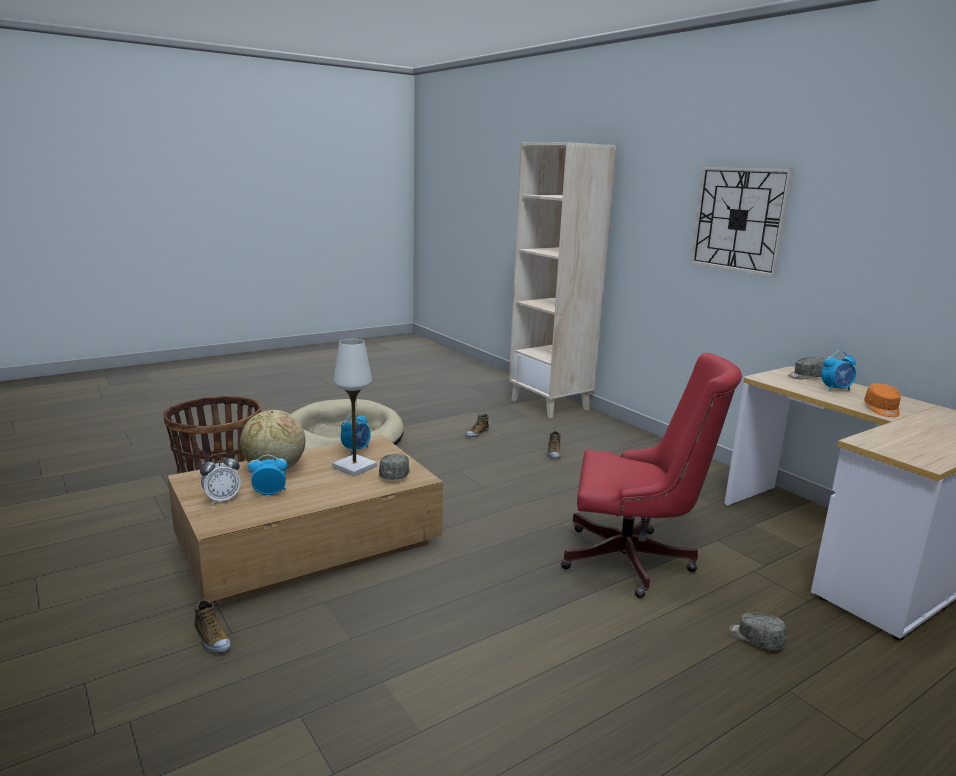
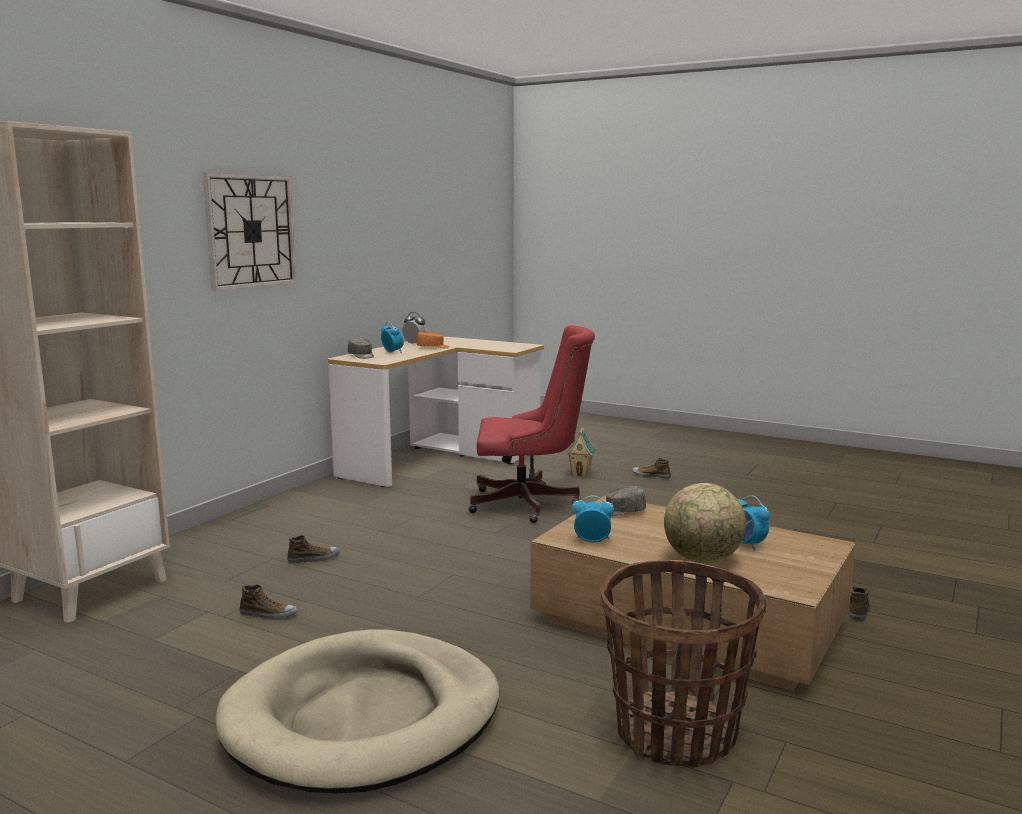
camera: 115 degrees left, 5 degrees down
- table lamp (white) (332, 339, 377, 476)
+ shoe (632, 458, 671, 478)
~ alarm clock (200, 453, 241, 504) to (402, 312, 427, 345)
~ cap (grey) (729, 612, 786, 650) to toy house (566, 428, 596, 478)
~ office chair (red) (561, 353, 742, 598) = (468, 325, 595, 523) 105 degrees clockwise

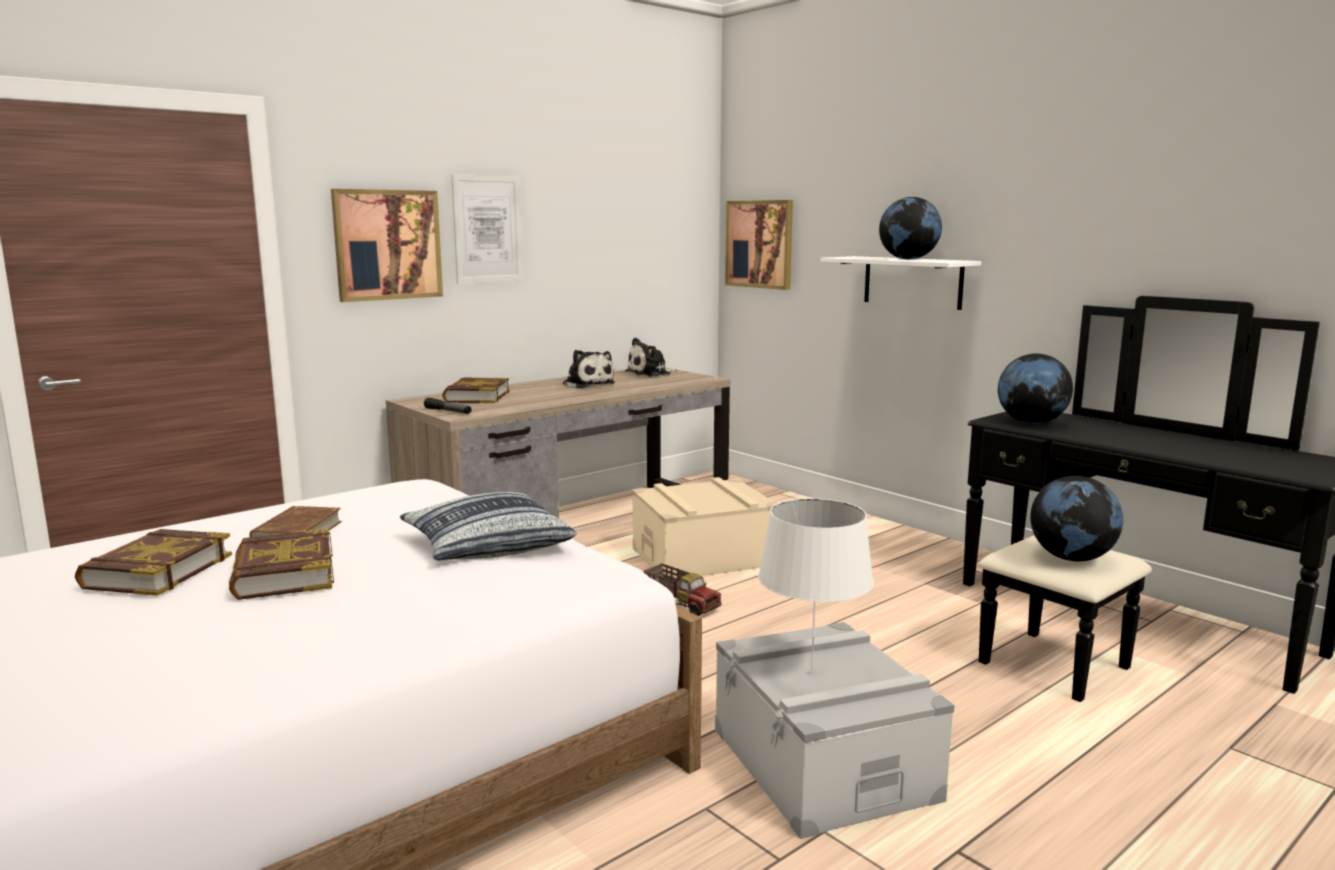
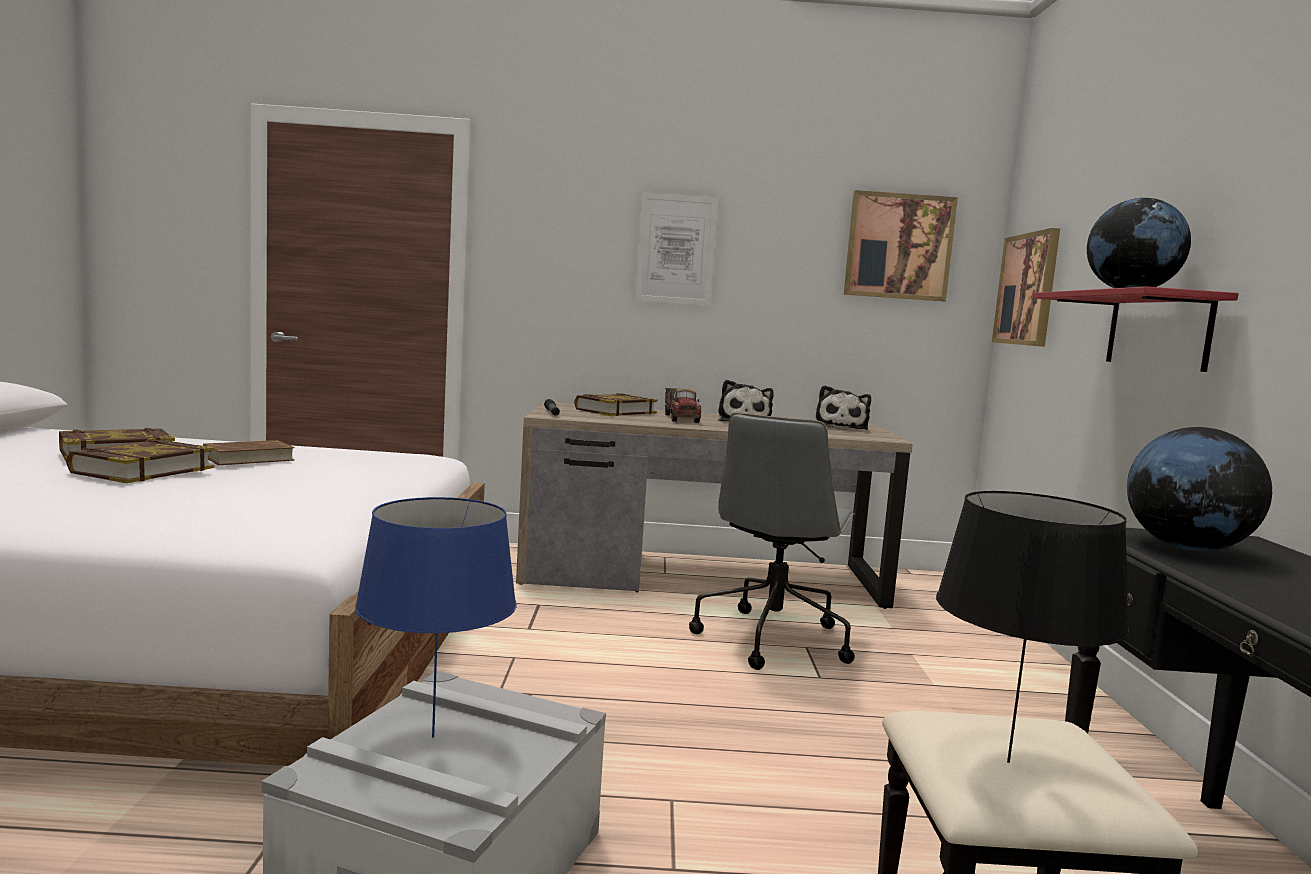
camera: 40 degrees right, 5 degrees down
- pillow (400, 492, 576, 560)
~ picture (331, 189, 443, 302) to (844, 190, 958, 302)
~ toy truck (644, 564, 721, 616) to (665, 388, 701, 423)
~ storage box (beige) (632, 477, 778, 578) to office chair (grey) (689, 413, 855, 670)
~ globe (1030, 476, 1123, 562) to table lamp (black) (936, 491, 1129, 763)
~ table lamp (white) (758, 498, 874, 674) to table lamp (blue) (355, 497, 516, 738)
~ shelf (white) (821, 256, 981, 310) to shelf (red) (1032, 287, 1238, 372)
~ plush toy (625, 338, 677, 377) = (816, 385, 871, 430) 90 degrees counterclockwise

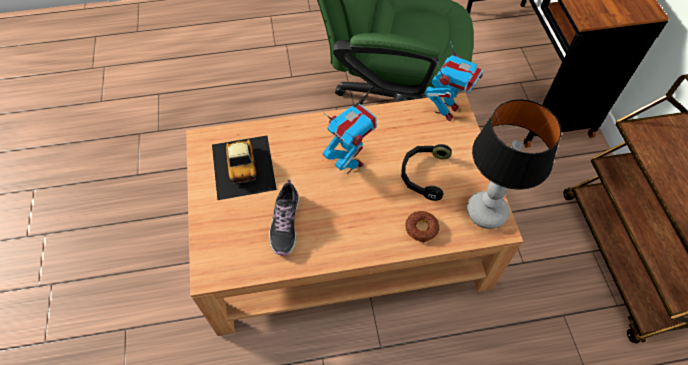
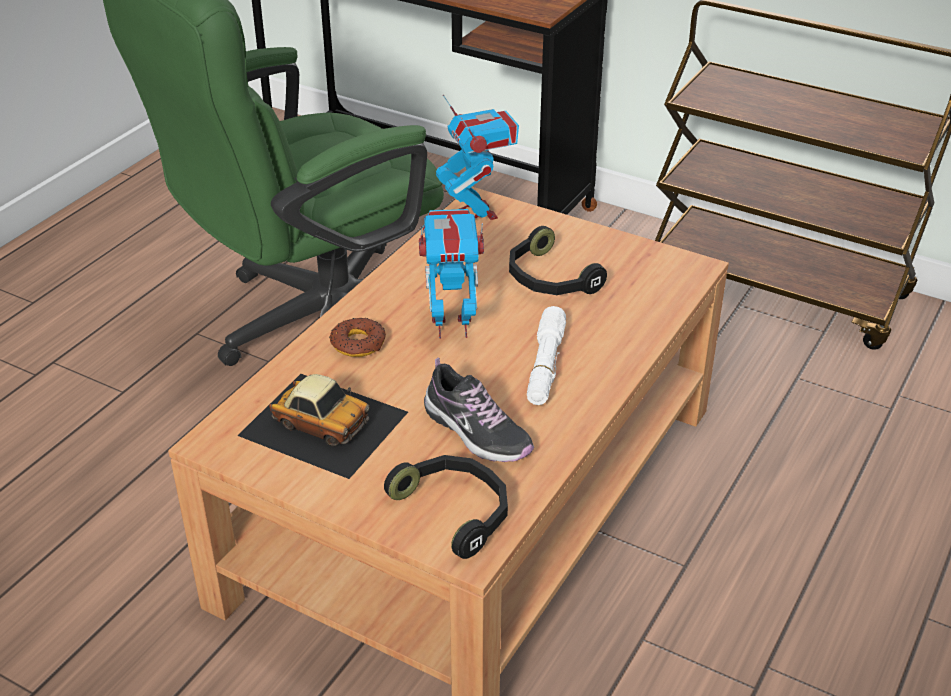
camera: 50 degrees left, 20 degrees down
- table lamp (467, 99, 561, 229)
+ headphones (black) (384, 455, 508, 559)
+ flashlight (white) (527, 306, 566, 405)
~ donut (405, 211, 439, 243) to (329, 318, 386, 357)

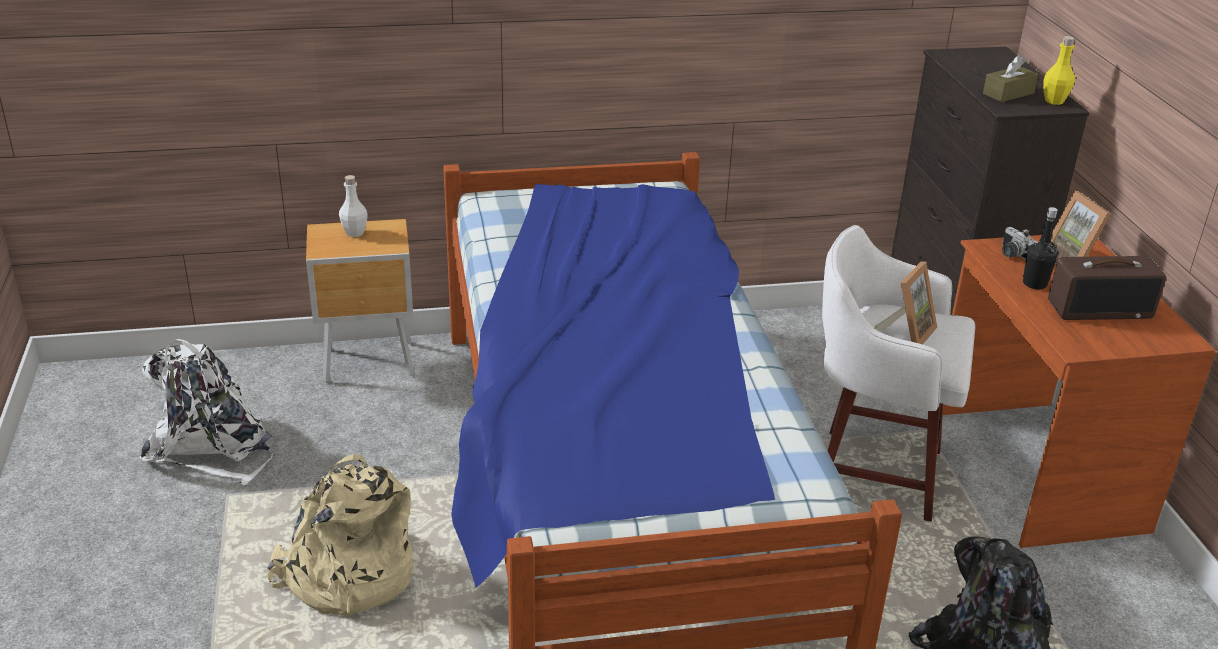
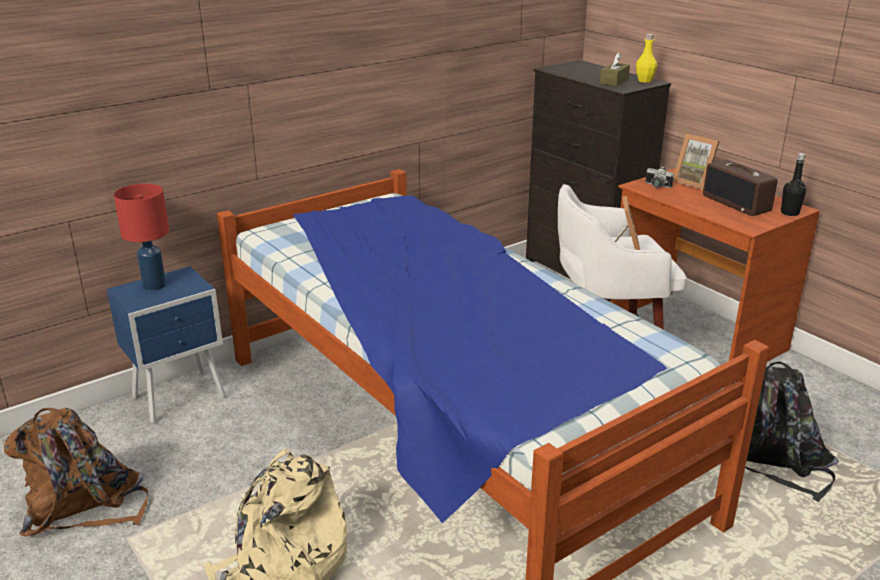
camera: 25 degrees left, 5 degrees down
~ bottle (black) (1023, 207, 1058, 289) to (781, 153, 806, 216)
~ bottle (white) (339, 175, 368, 237) to table lamp (red) (114, 184, 169, 291)
~ backpack (white) (139, 339, 273, 485) to backpack (brown) (4, 408, 148, 537)
~ nightstand (brown) (306, 219, 414, 383) to nightstand (blue) (107, 266, 226, 423)
~ radio (1048, 256, 1166, 320) = (703, 160, 778, 216) 90 degrees clockwise

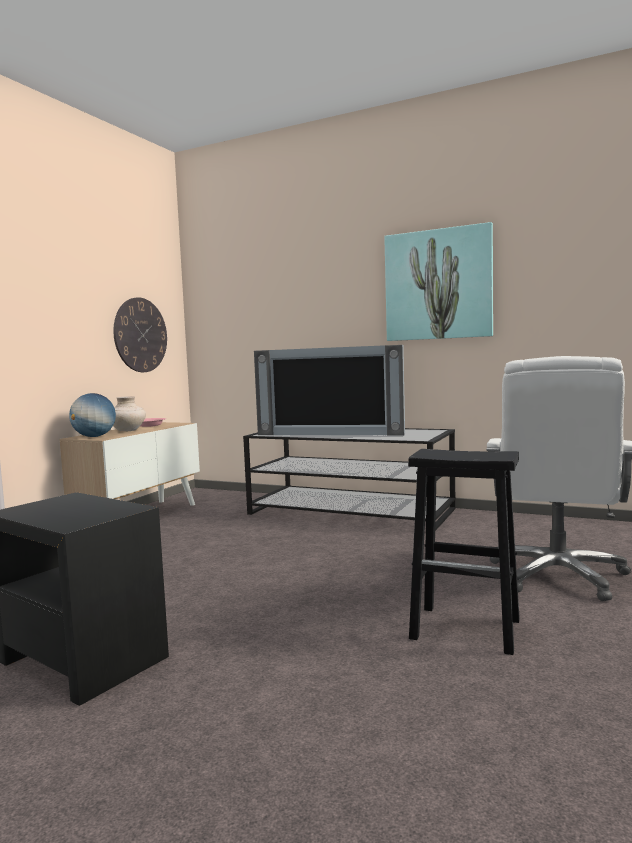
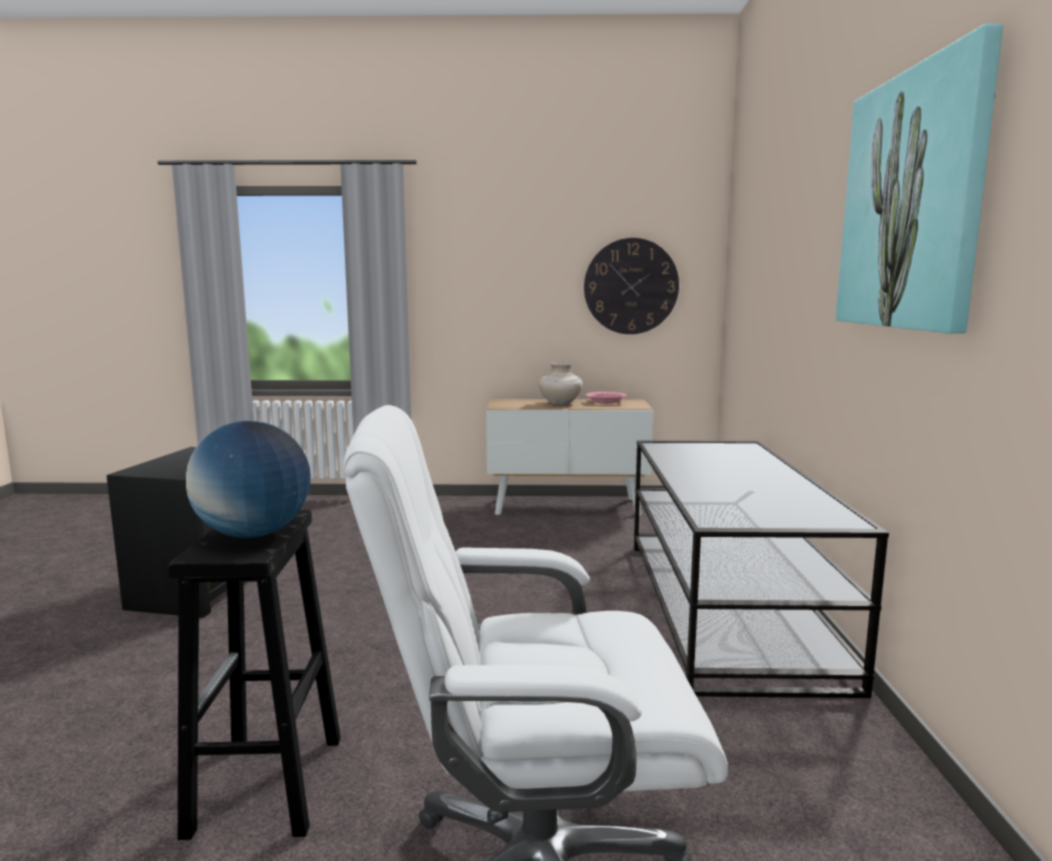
camera: 65 degrees right, 5 degrees up
- television (254, 345, 405, 436)
~ globe (69, 393, 116, 437) to (186, 420, 311, 538)

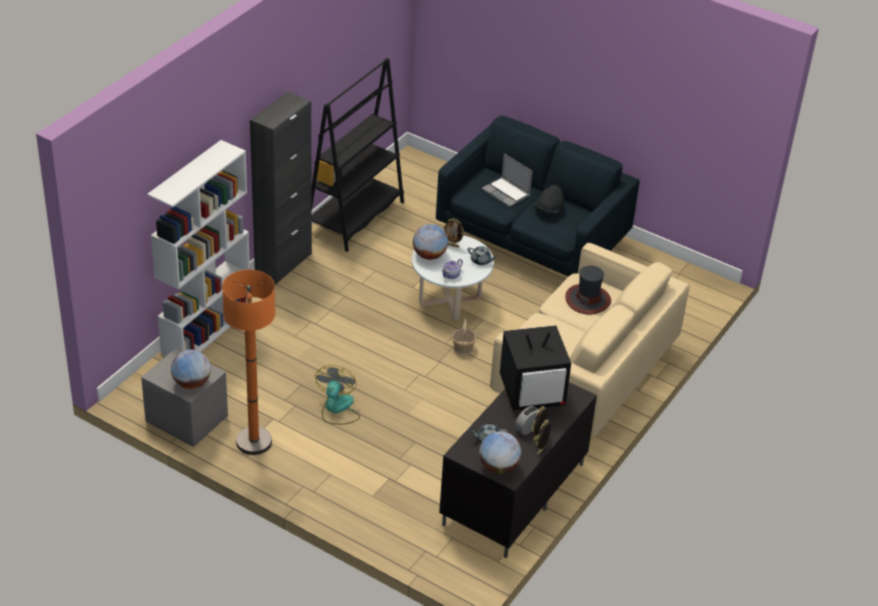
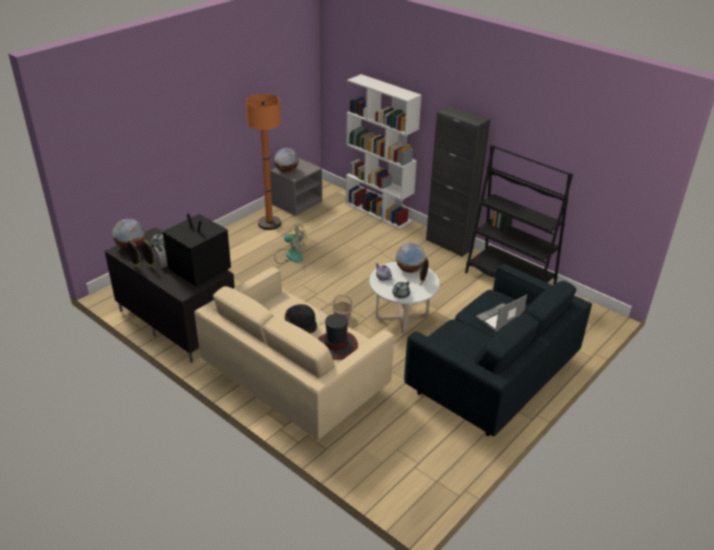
camera: 100 degrees right, 5 degrees down
~ hat (black) (534, 185, 564, 215) to (285, 304, 317, 333)
~ television (500, 325, 571, 411) = (162, 213, 231, 287) 135 degrees clockwise

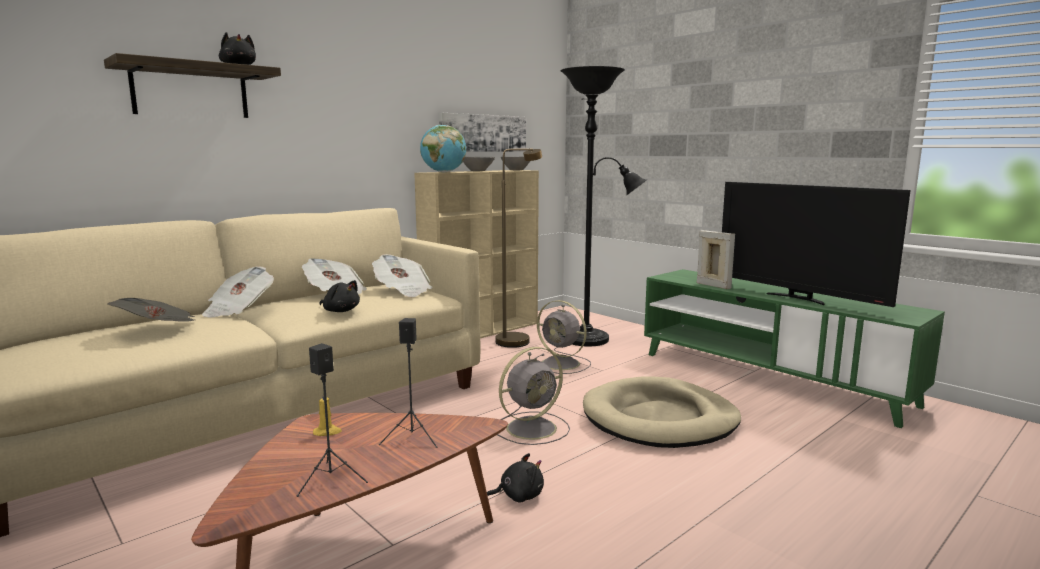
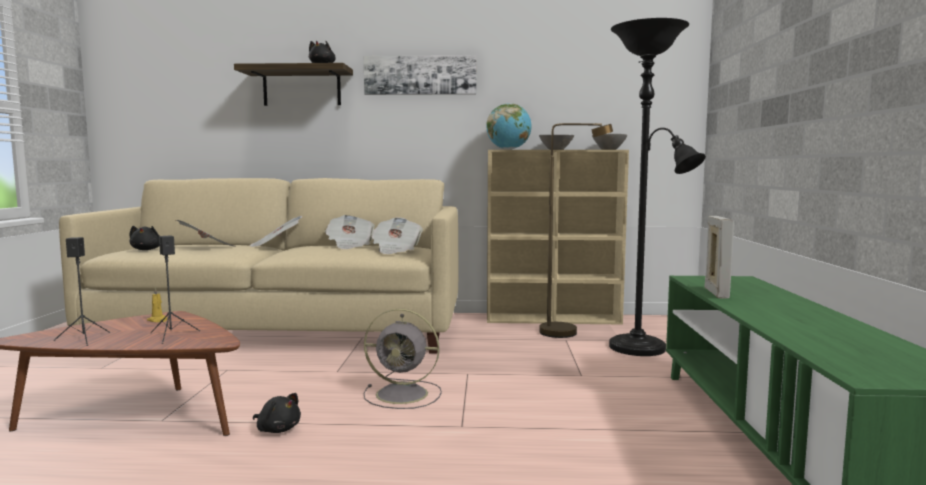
camera: 45 degrees right, 5 degrees down
- fan (grey) (534, 300, 591, 374)
- dog bed (beige) (583, 376, 741, 448)
- television (722, 182, 911, 307)
~ plush toy (black) (320, 280, 360, 312) to (129, 226, 160, 250)
~ picture (439, 113, 526, 152) to (364, 55, 476, 95)

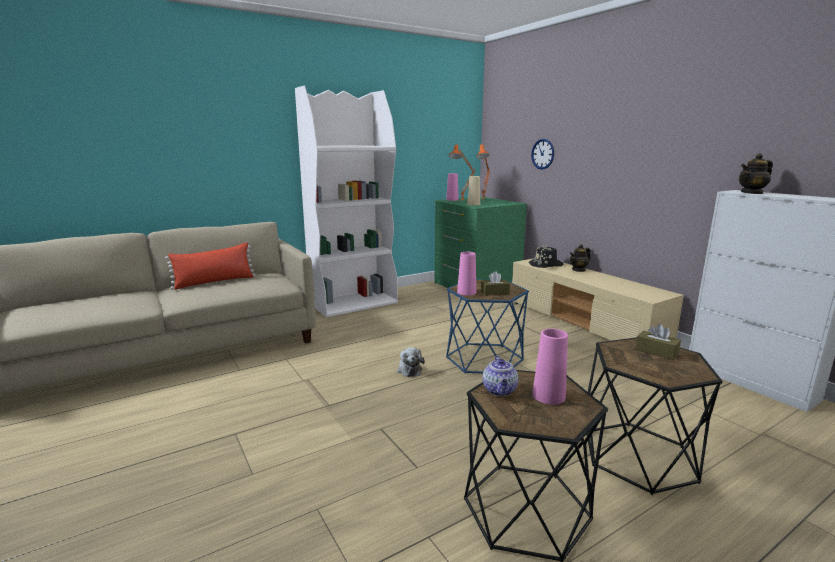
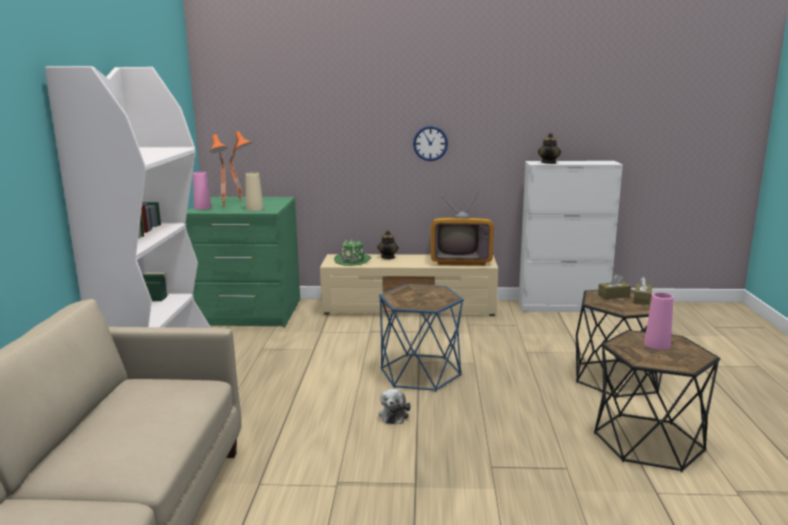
camera: 55 degrees left, 0 degrees up
- pillow (red) (165, 243, 256, 290)
- vase (pink) (457, 252, 476, 295)
- teapot (483, 355, 519, 396)
+ television (431, 193, 494, 266)
~ tissue box (brown) (481, 271, 510, 296) to (633, 277, 652, 305)
~ wall clock (531, 139, 554, 170) to (413, 126, 448, 161)
~ hat (black) (529, 246, 564, 268) to hat (green) (334, 239, 371, 266)
~ plush toy (397, 347, 425, 377) = (379, 389, 411, 424) 75 degrees clockwise

